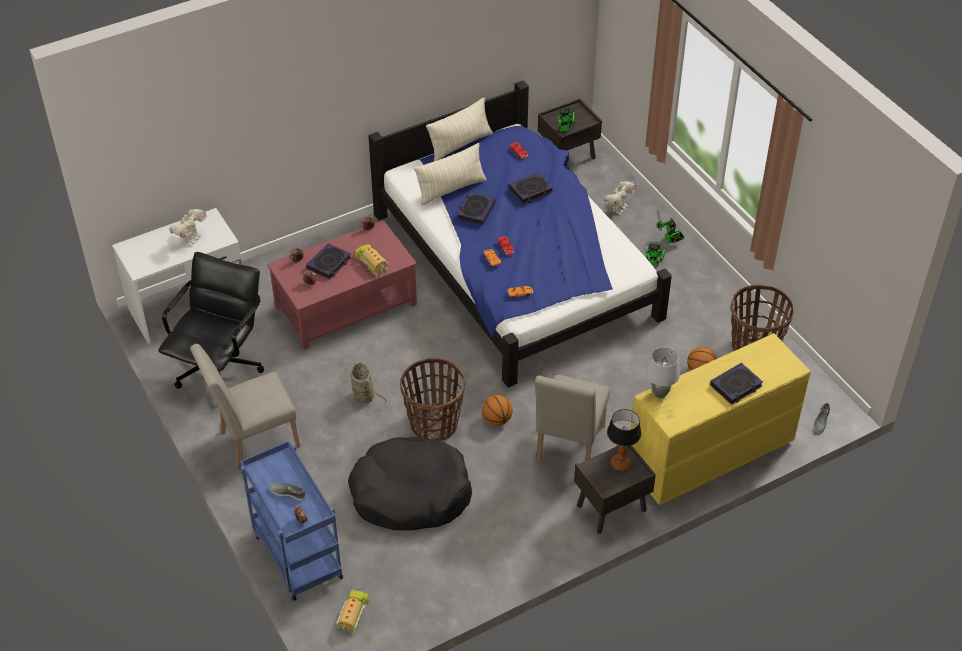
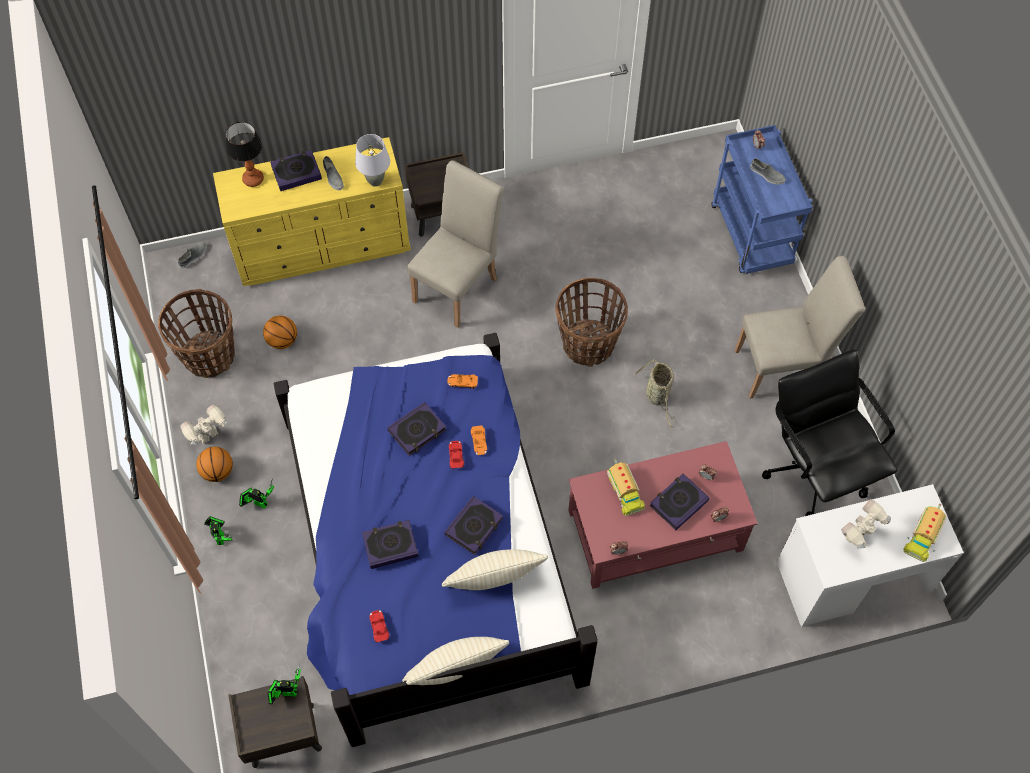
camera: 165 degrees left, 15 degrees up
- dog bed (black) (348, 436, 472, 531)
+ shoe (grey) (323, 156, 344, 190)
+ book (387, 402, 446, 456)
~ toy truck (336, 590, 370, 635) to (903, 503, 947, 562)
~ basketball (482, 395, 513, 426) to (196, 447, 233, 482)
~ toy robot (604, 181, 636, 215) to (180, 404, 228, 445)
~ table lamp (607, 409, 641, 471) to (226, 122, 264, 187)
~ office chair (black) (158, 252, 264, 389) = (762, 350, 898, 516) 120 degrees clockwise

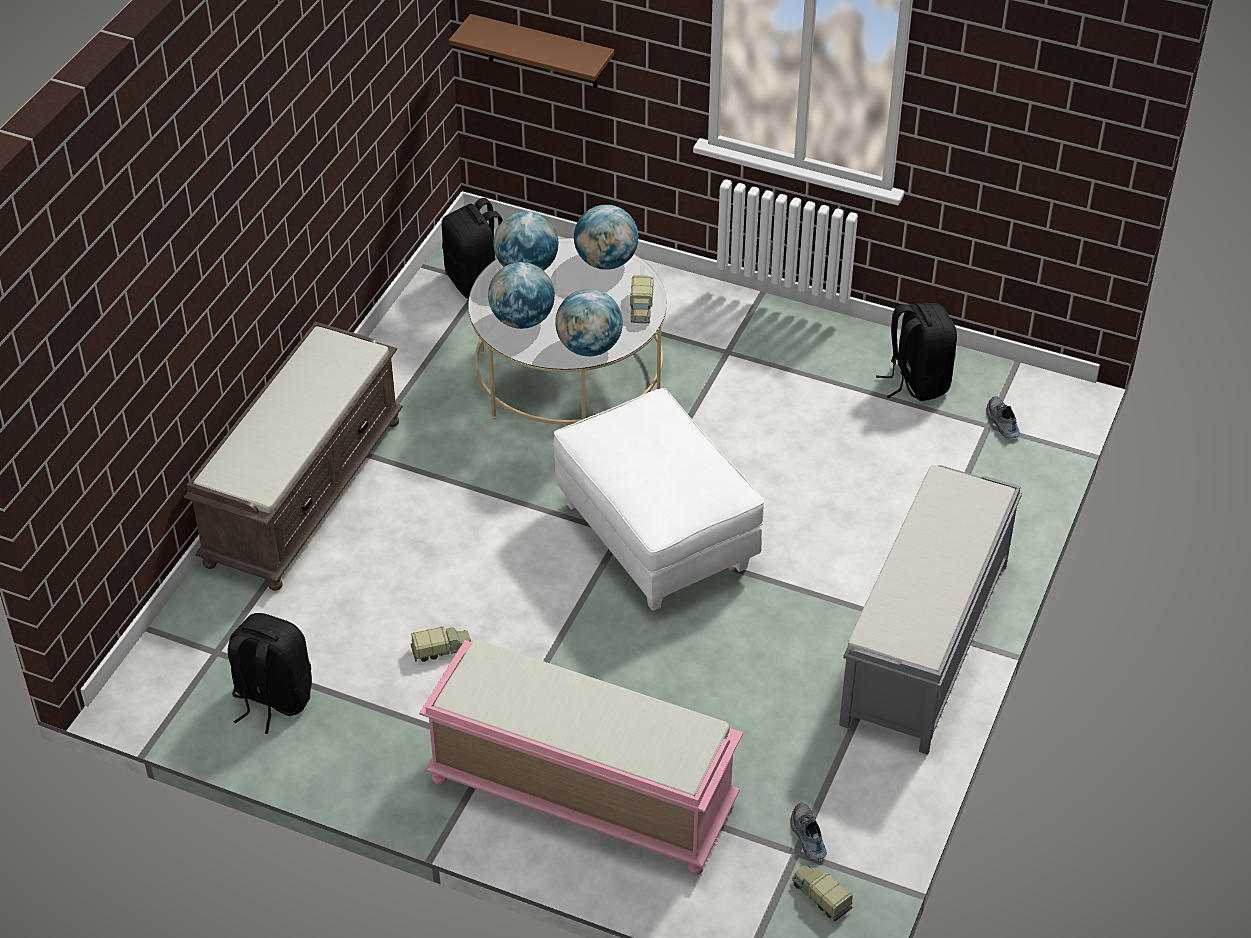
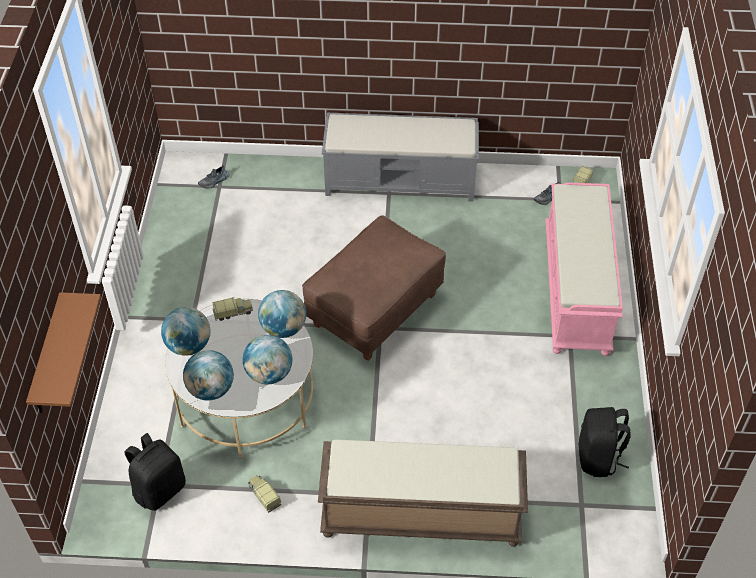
camera: 110 degrees left, 5 degrees up
- backpack (black) (876, 303, 957, 401)
~ toy truck (411, 626, 471, 662) to (248, 475, 281, 513)
~ ottoman (white) (553, 388, 764, 611) to ottoman (brown) (302, 215, 446, 361)

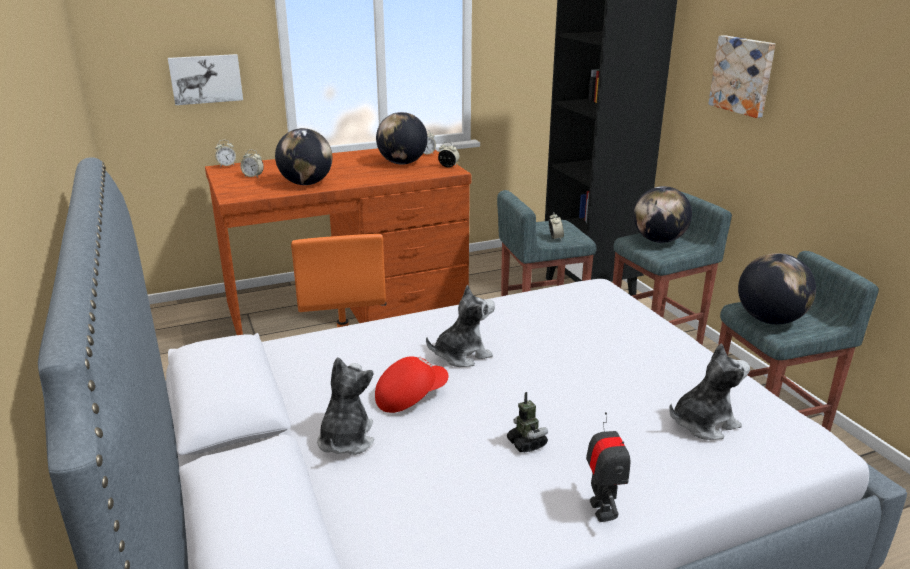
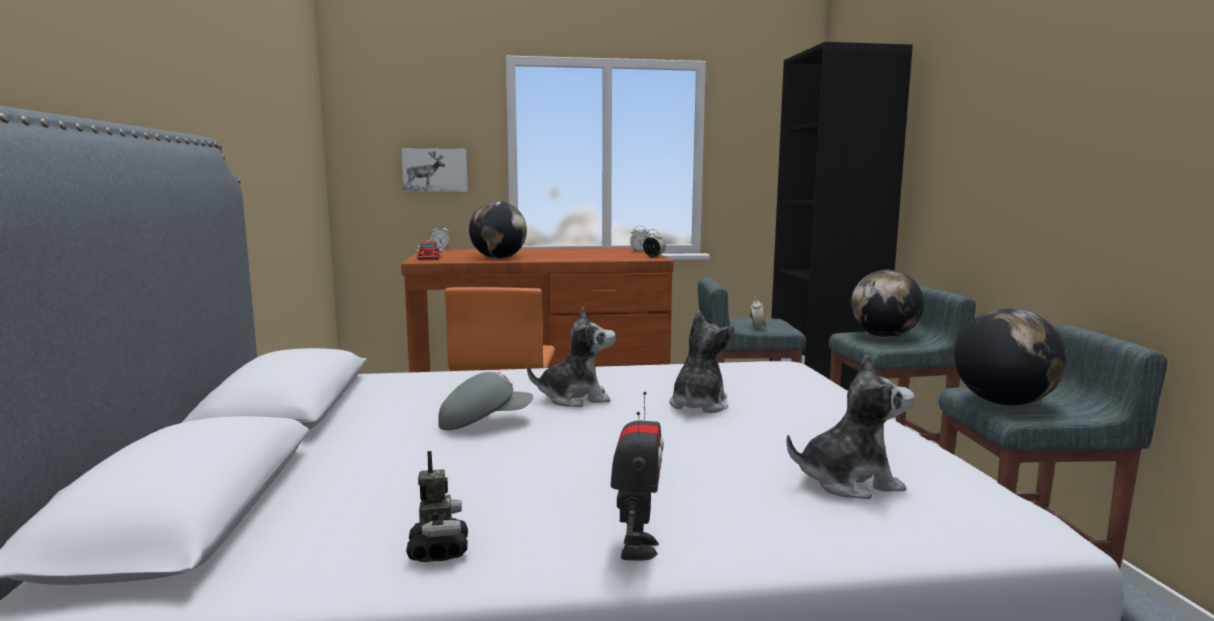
camera: 15 degrees right, 15 degrees down
- alarm clock (240, 150, 264, 178)
- globe (376, 112, 428, 165)
- picture (708, 35, 776, 118)
+ toy truck (416, 240, 443, 260)
~ plush toy (317, 357, 374, 455) to (669, 311, 734, 413)
~ toy robot (507, 392, 548, 452) to (406, 451, 468, 562)
~ cap (red) (375, 356, 448, 413) to cap (grey) (438, 372, 533, 430)

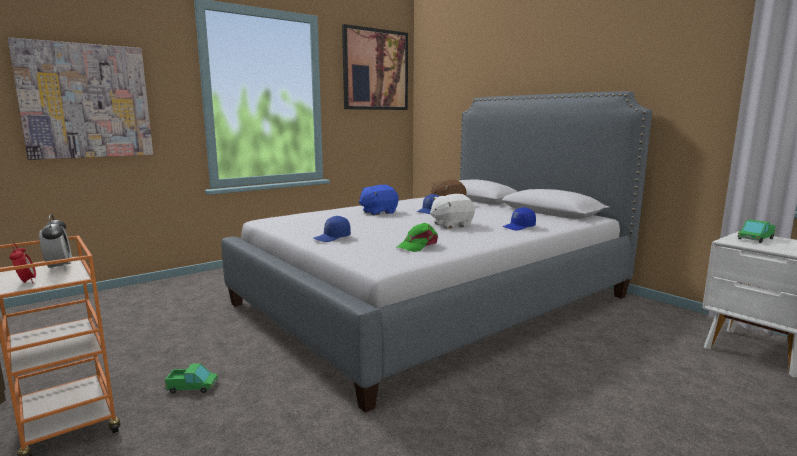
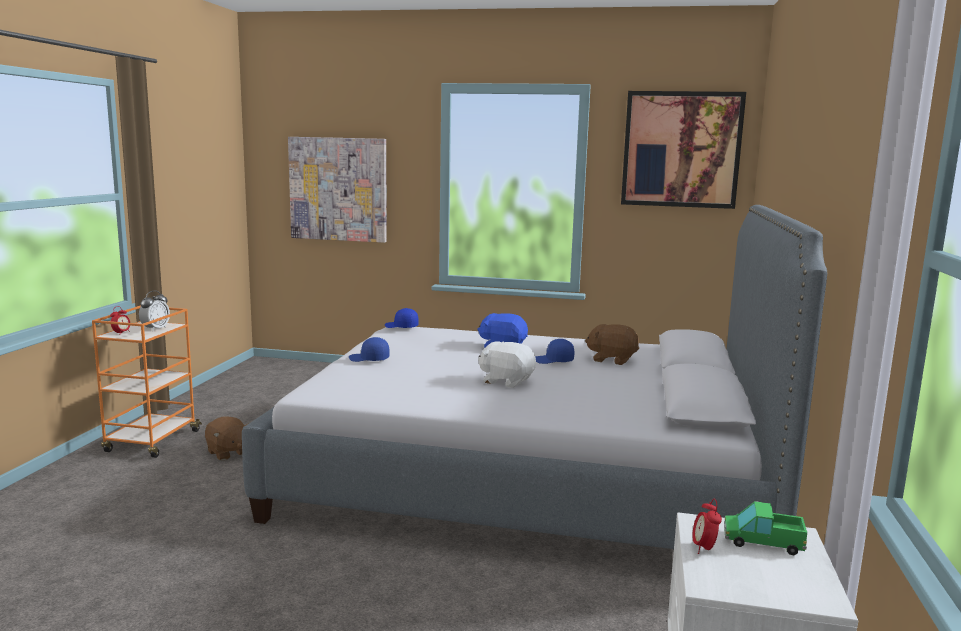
camera: 50 degrees right, 0 degrees up
- cap (green) (396, 223, 438, 252)
+ alarm clock (692, 499, 722, 554)
~ cap (blue) (502, 207, 536, 230) to (385, 308, 419, 328)
~ toy truck (165, 363, 218, 394) to plush toy (brown) (205, 416, 248, 461)

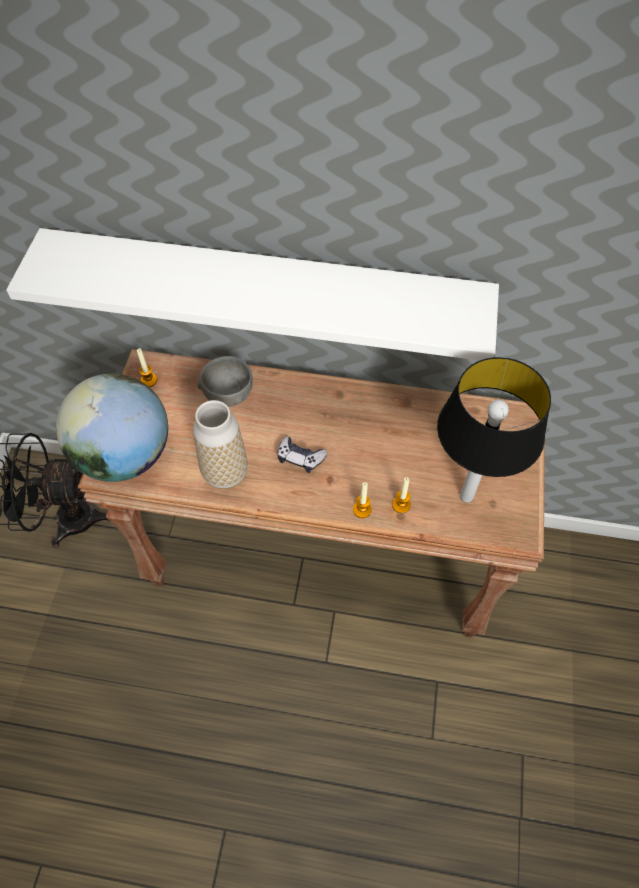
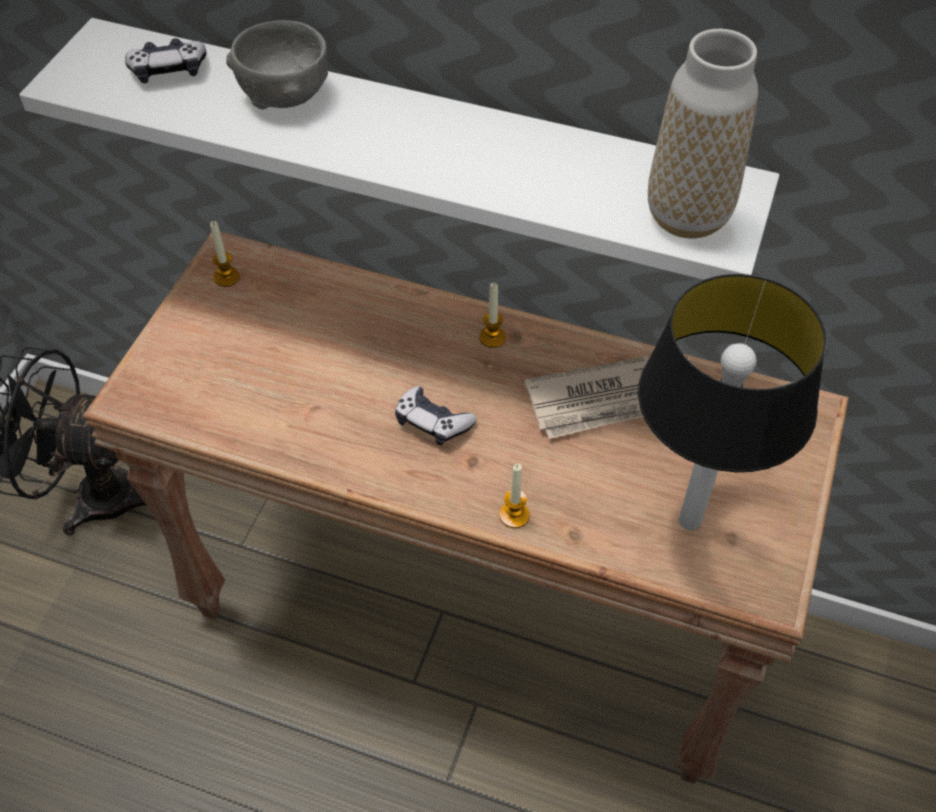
camera: 10 degrees right, 5 degrees down
- globe (56, 374, 168, 482)
+ game controller (125, 38, 206, 83)
+ newspaper (524, 356, 649, 439)
~ vase (193, 400, 248, 489) to (648, 29, 758, 239)
~ bowl (grey) (197, 356, 253, 407) to (226, 20, 328, 109)
~ candle (392, 477, 411, 513) to (479, 283, 506, 348)

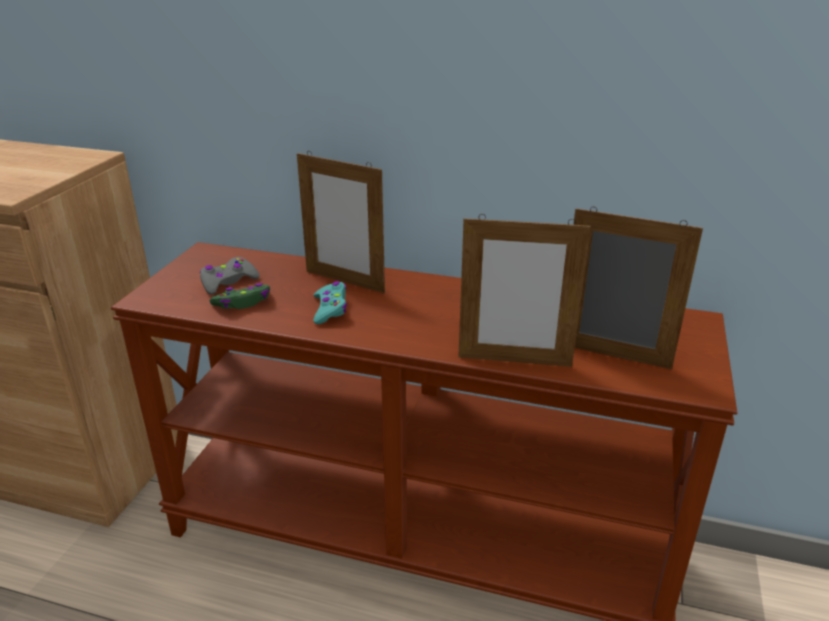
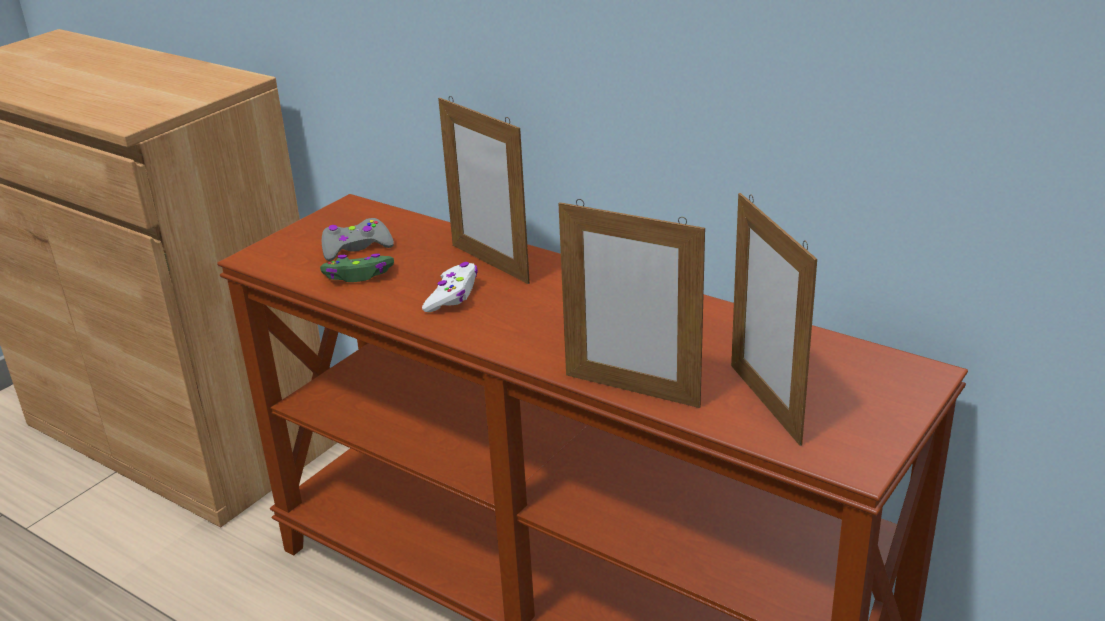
camera: 20 degrees right, 0 degrees up
~ game controller (turquoise) (313, 281, 347, 324) to game controller (white) (422, 262, 478, 312)
~ picture frame (573, 207, 703, 369) = (731, 193, 817, 446) 150 degrees counterclockwise

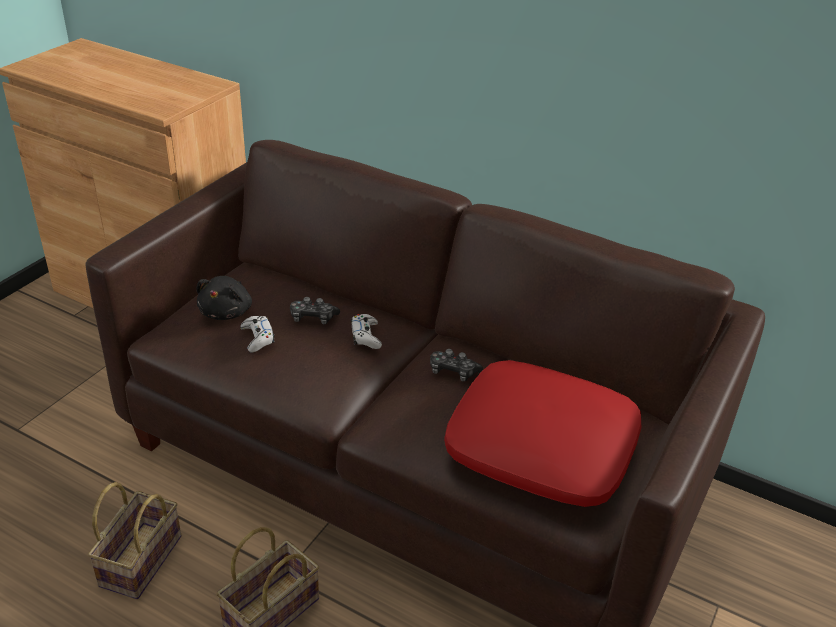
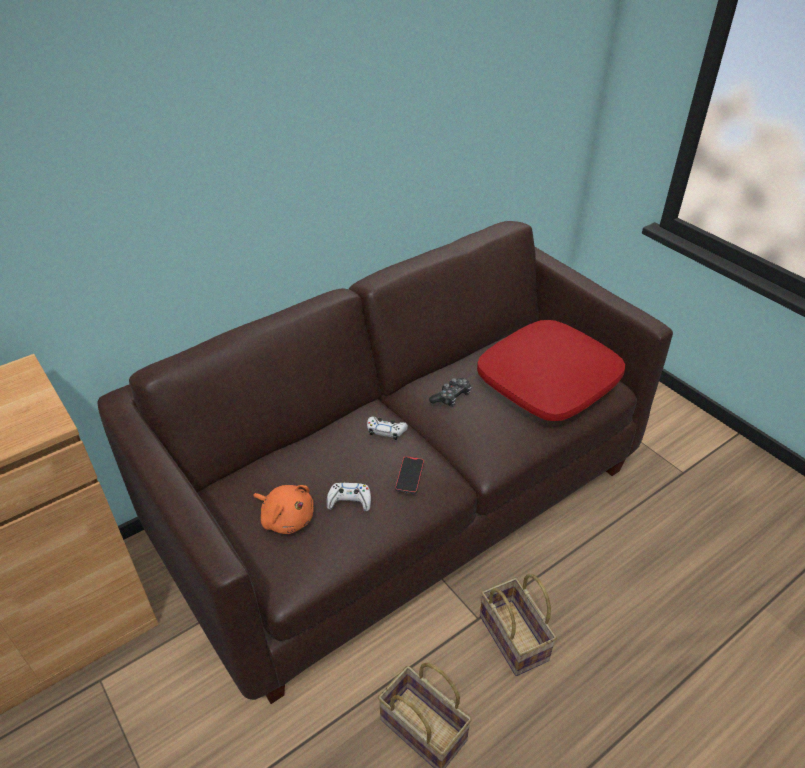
camera: 65 degrees left, 5 degrees up
- game controller (290, 297, 340, 324)
+ phone (395, 456, 424, 494)
~ plush toy (black) (196, 276, 252, 320) to plush toy (orange) (253, 485, 314, 534)

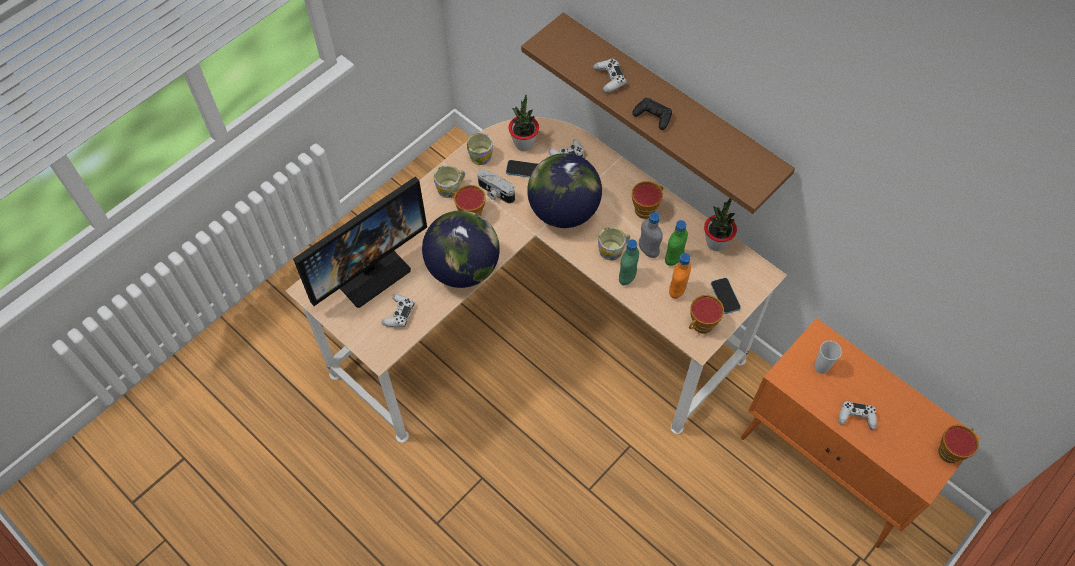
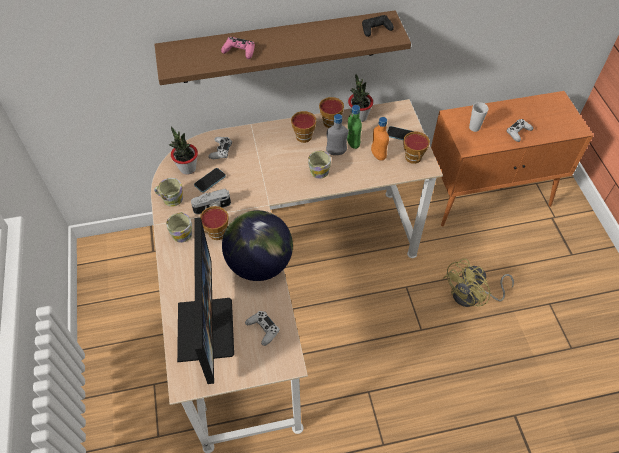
camera: 55 degrees left, 5 degrees down
- globe (527, 153, 602, 228)
- bottle (green) (619, 239, 639, 285)
+ fan (yellow) (443, 258, 514, 307)
~ game controller (black) (632, 98, 672, 130) to (362, 15, 394, 37)
~ cup (938, 425, 979, 463) to (319, 97, 344, 128)
~ game controller (white) (593, 59, 627, 93) to game controller (pink) (221, 37, 255, 59)

